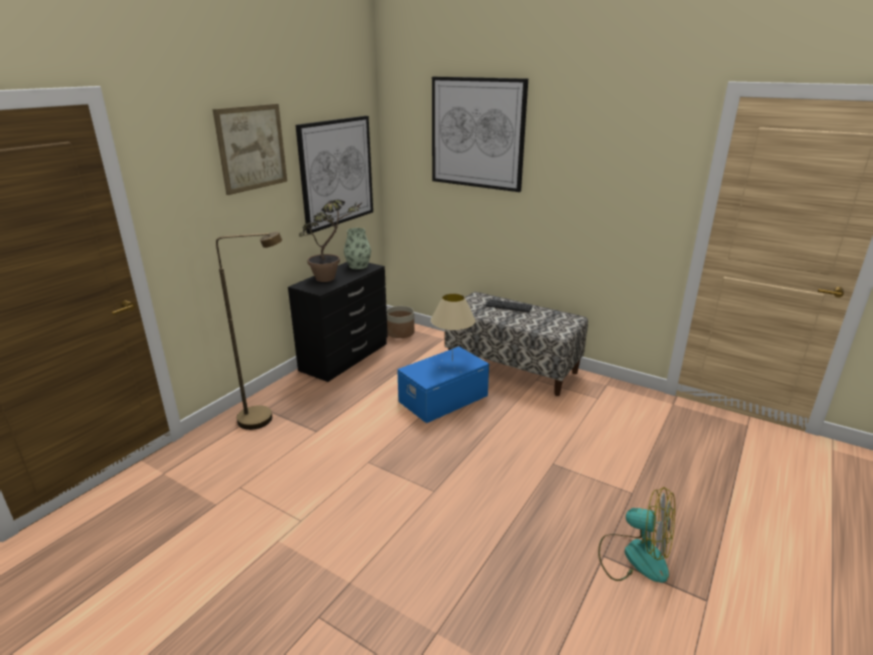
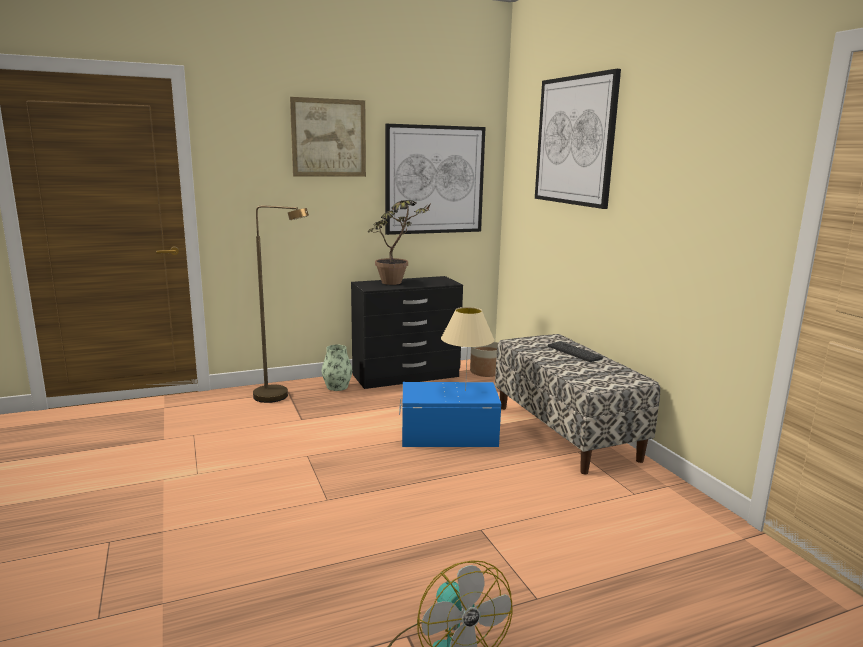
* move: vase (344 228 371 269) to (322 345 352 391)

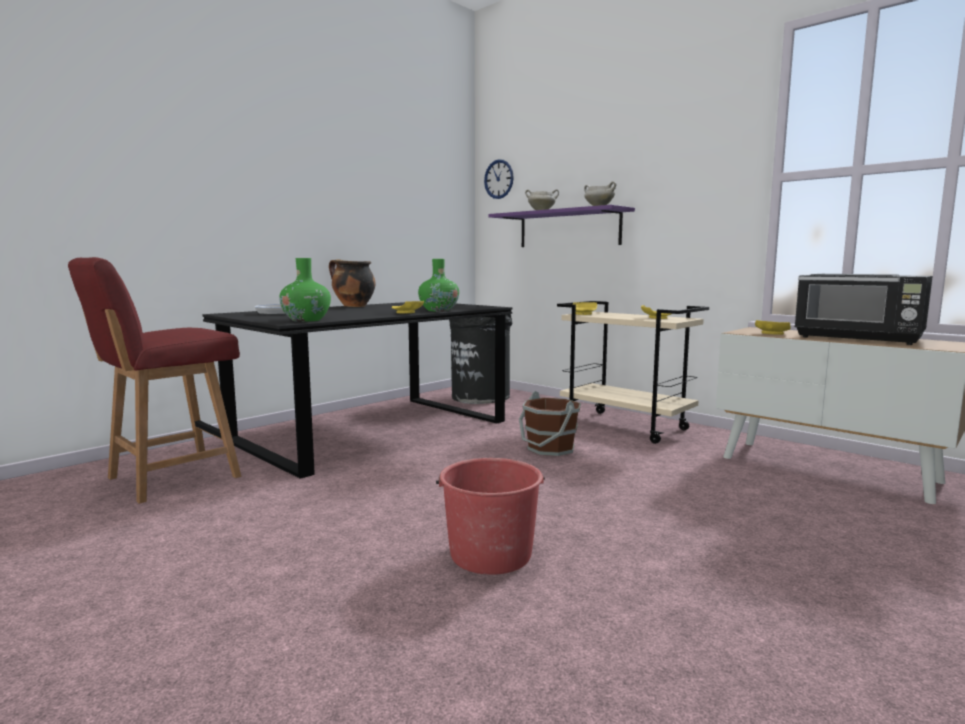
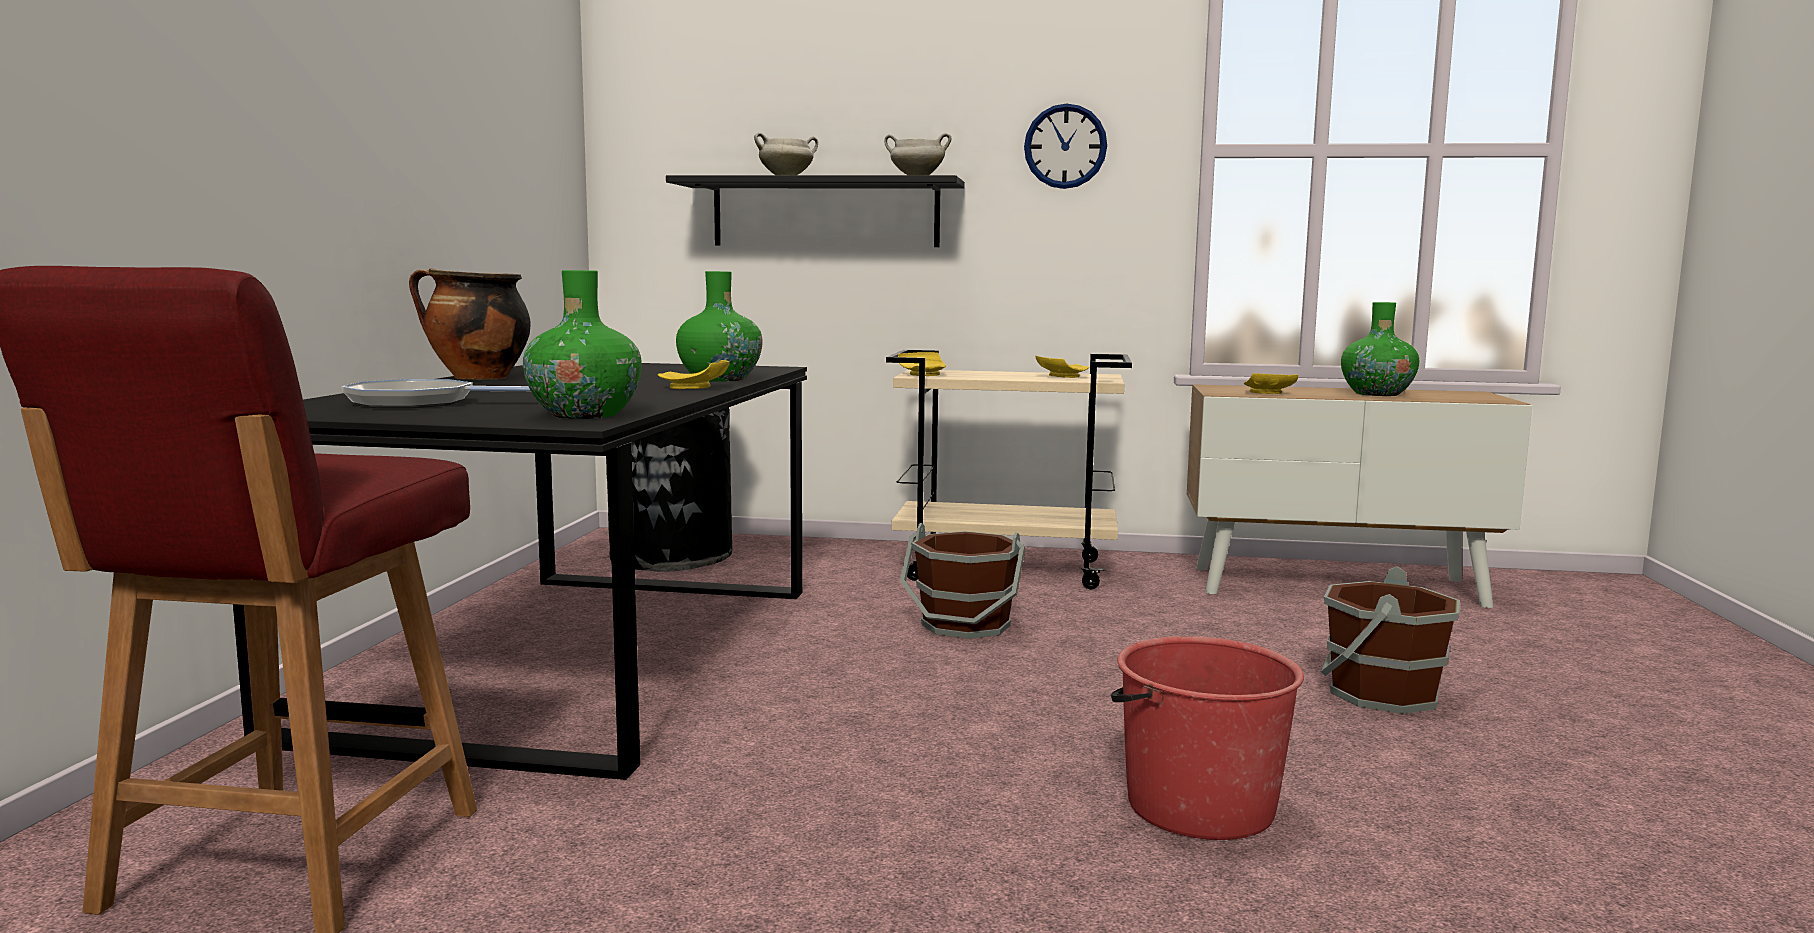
* insert: water bucket/brownish (1321 566 1460 714)
* move: hanging clock (484 159 514 199) to (1024 104 1107 189)
* replace: microwave oven/black-coloured (795 274 933 345) to vase/green-coloured (1341 302 1419 396)
* recolor: wall shelf/purple-coloured (488 205 635 247) to wall shelf/black-coloured (666 175 965 247)

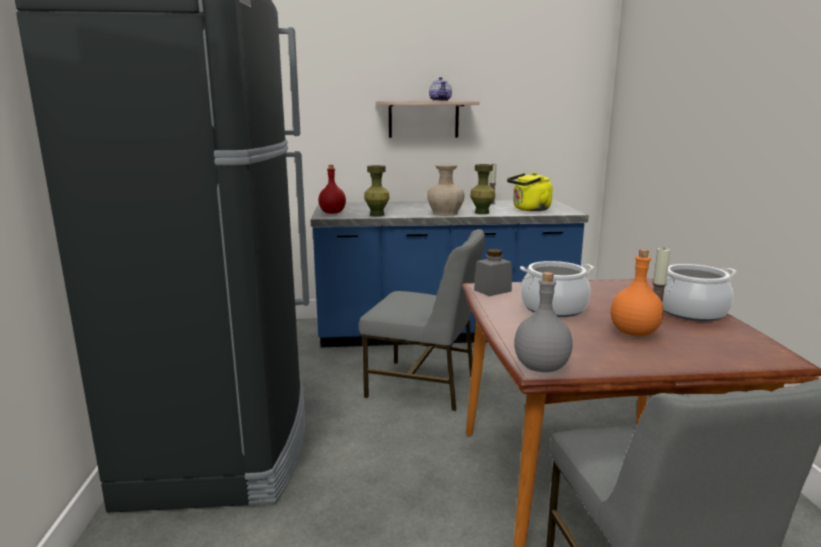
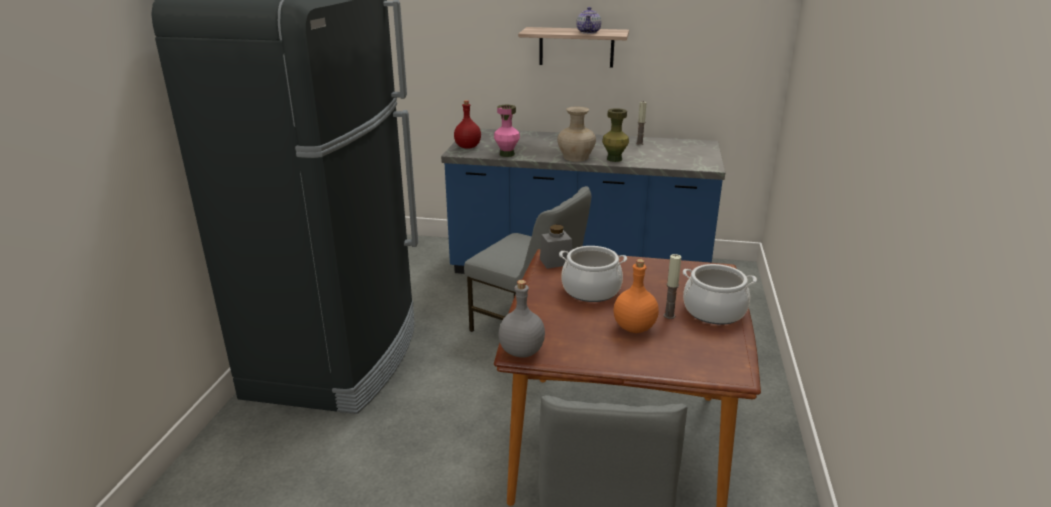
* delete: water kettle/yellowish (507 172 553 211)
* recolor: vase/green-coloured (364 165 390 217) to vase/pinkish (494 105 520 157)

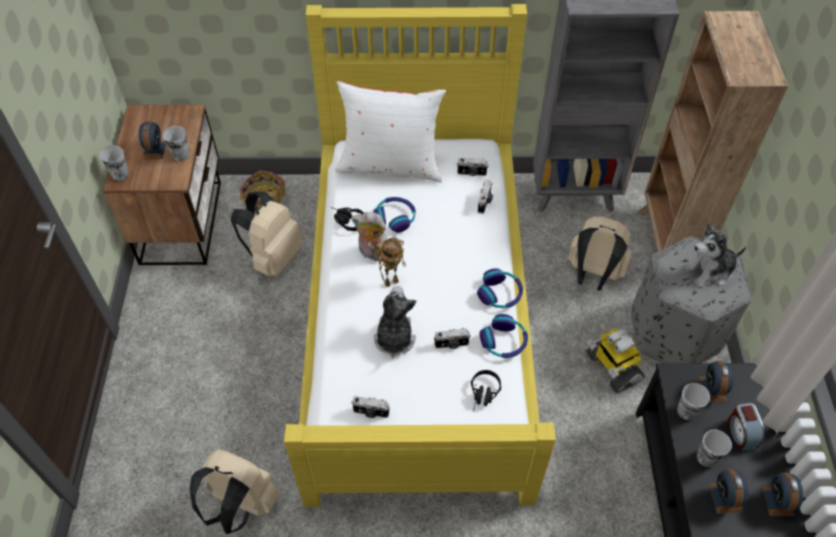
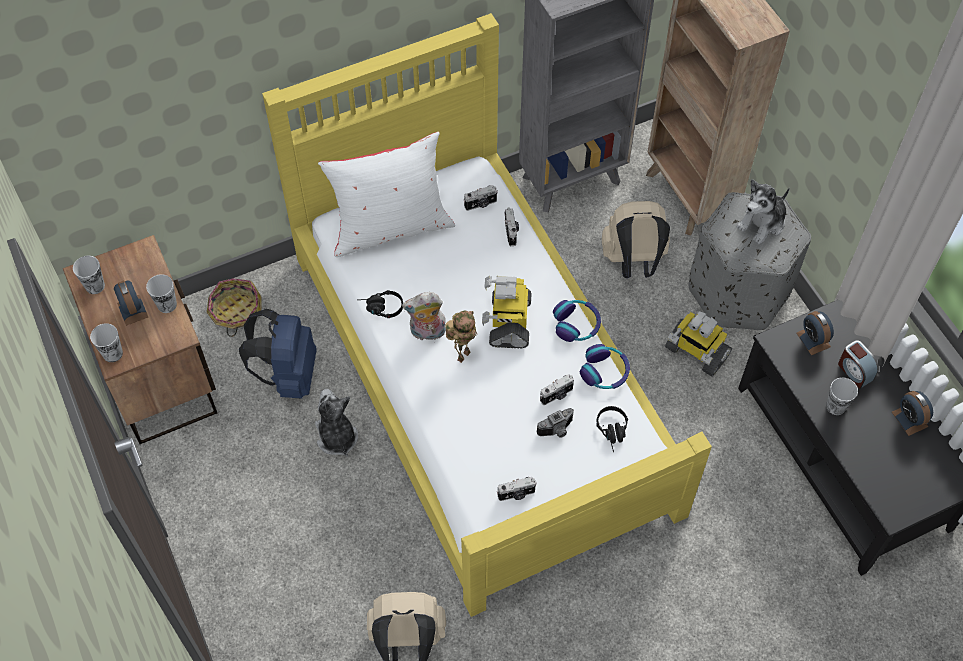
* delete: pair of headphones (373 197 416 233)
* delete: bedside clock (708 469 748 514)
* insert: toy robot (482 276 532 349)
* insert: still camera (537 408 574 438)
* move: plush toy (374 286 416 358) to (315 389 358 457)
* move: drinking cup (677 383 710 420) to (73 256 105 294)
* recolor: knapsack/beige (231 191 303 277) to knapsack/blue-coloured (239 309 317 399)

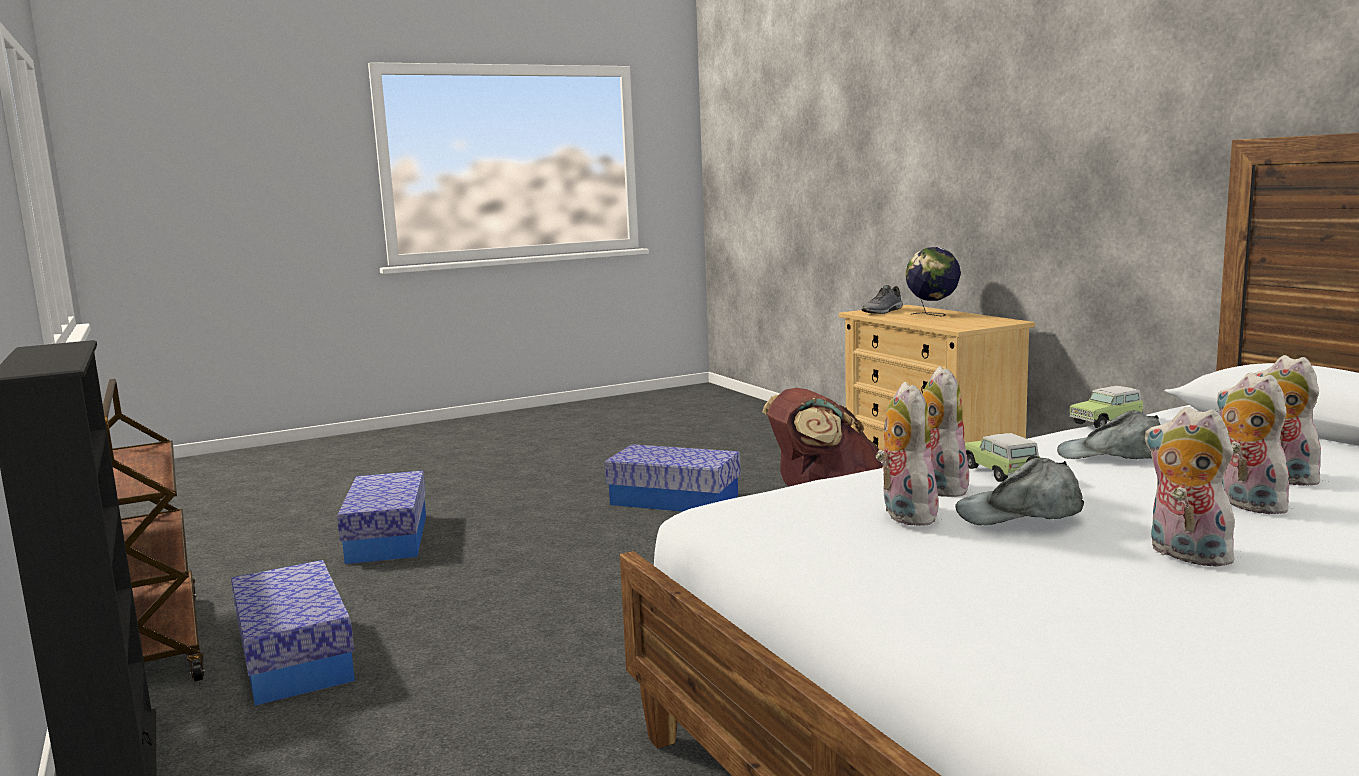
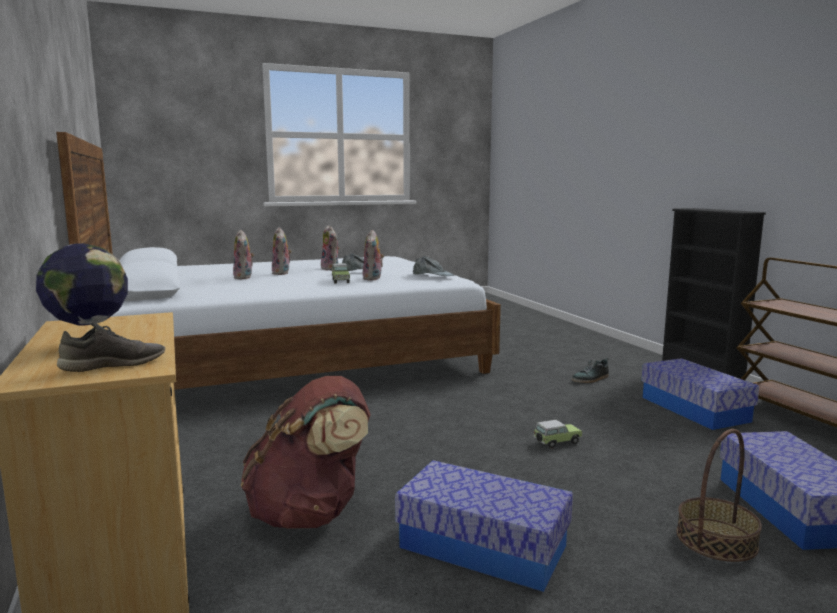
* delete: plush toy (876 382 938 526)
* insert: item of footwear (571 358 609 383)
* insert: basket (676 429 762 562)
* move: baseball cap/greyish (1057 411 1160 459) to (413 256 455 276)
* move: miniature car (1070 386 1144 428) to (533 420 582 448)

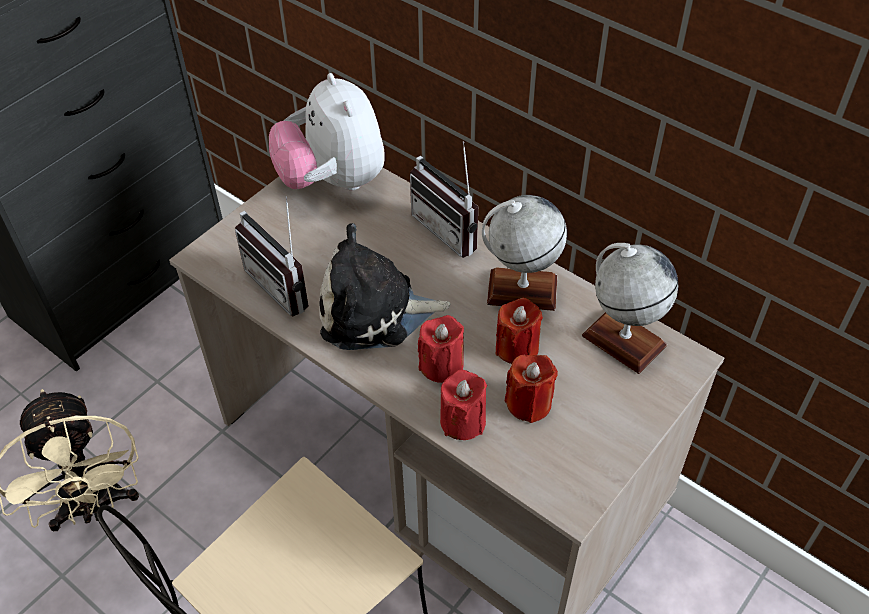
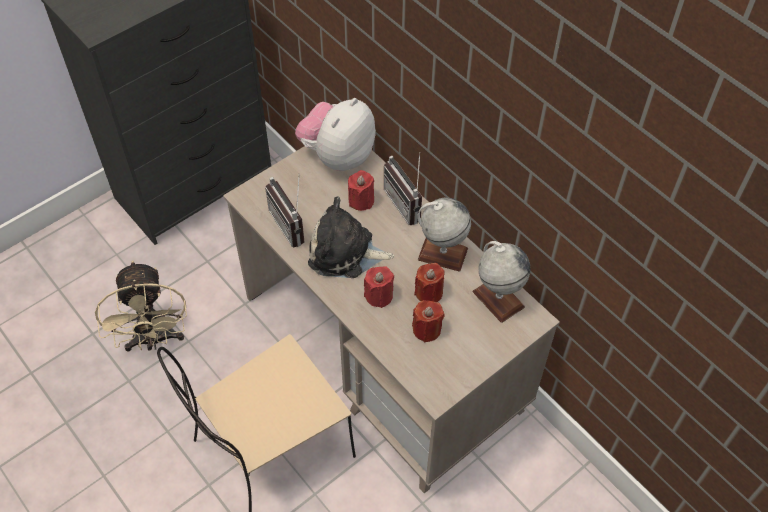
* move: wax candle/red (440 370 487 440) to (348 170 374 211)
* rotate: plush toy (269 73 385 190) = (295 98 376 171) 45 degrees clockwise

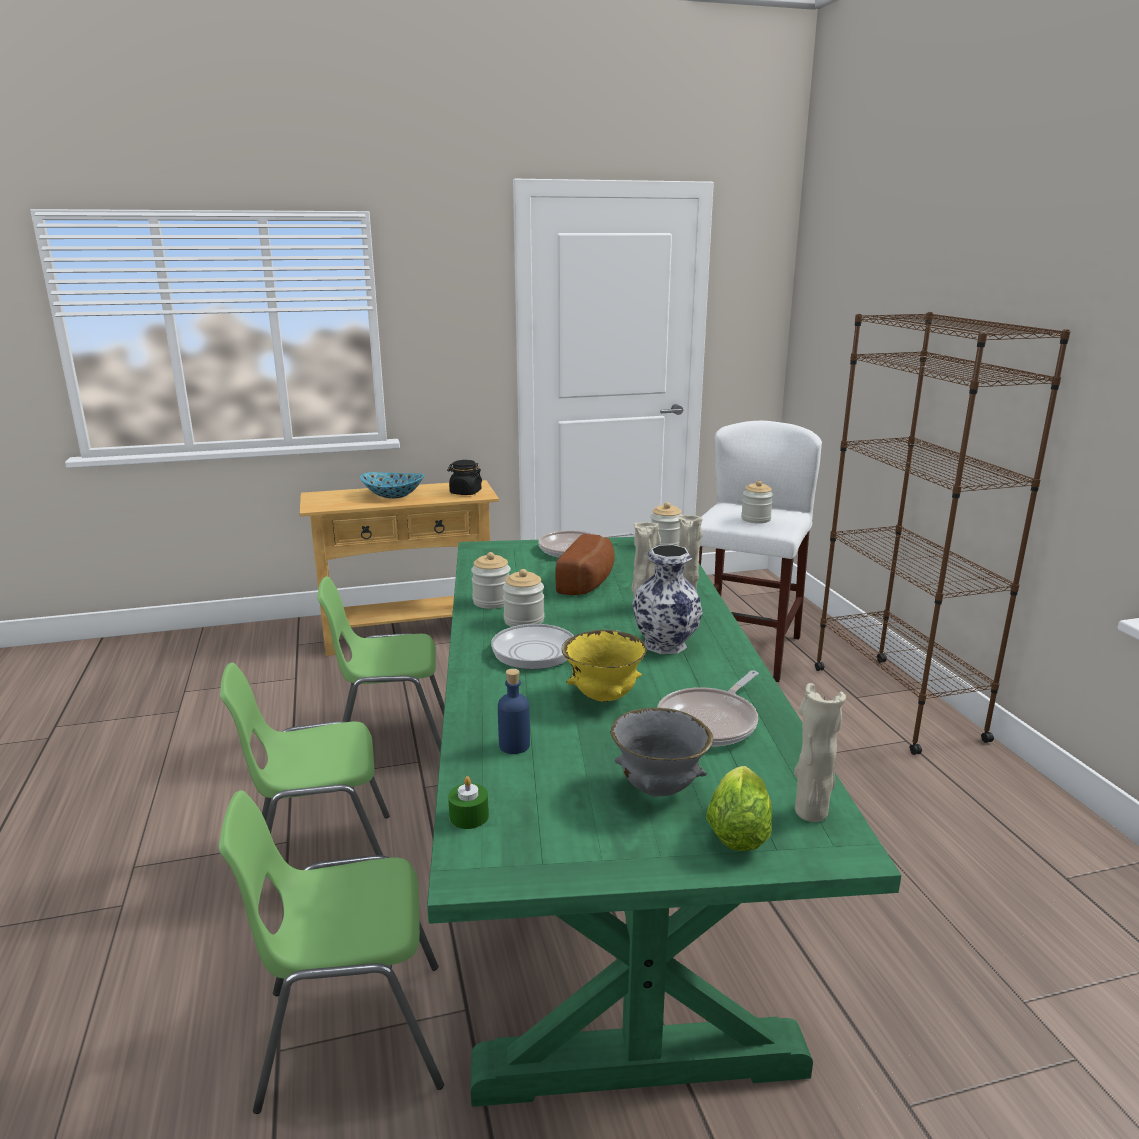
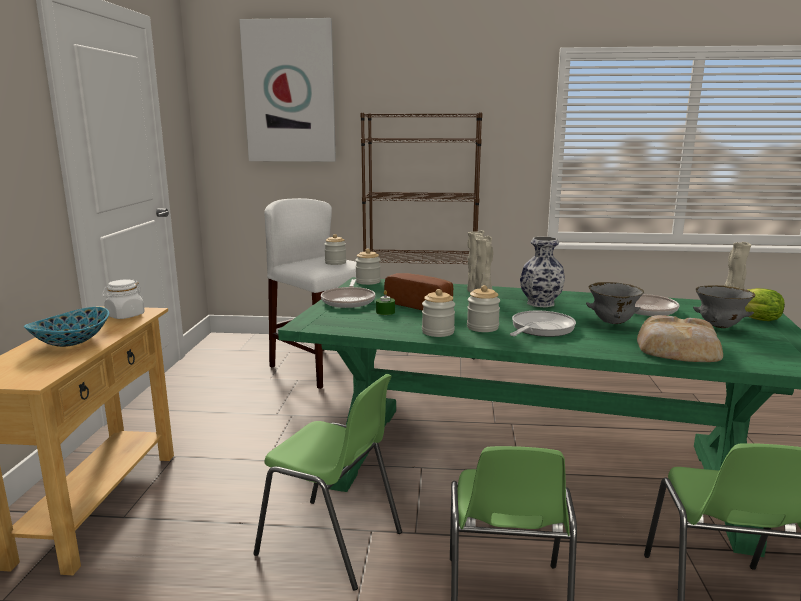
* insert: wall picture (239 18 336 162)
* move: wax candle/green-coloured (448 776 489 829) to (376 290 395 315)
* replace: bottle/blue-coloured (498 669 530 754) to baked bread (637 315 723 362)
* recolor: jar/black-coloured (447 460 482 495) to jar/whitish (102 279 145 319)
* recolor: deep dish/yellowish (561 630 647 702) to deep dish/greyish (586 282 644 324)
* rotate: plain chair/green-coloured (317 576 445 753) = (254 374 402 591) 75 degrees counterclockwise
* rotate: frying pan (491 624 617 669) = (510 311 576 337) 150 degrees counterclockwise

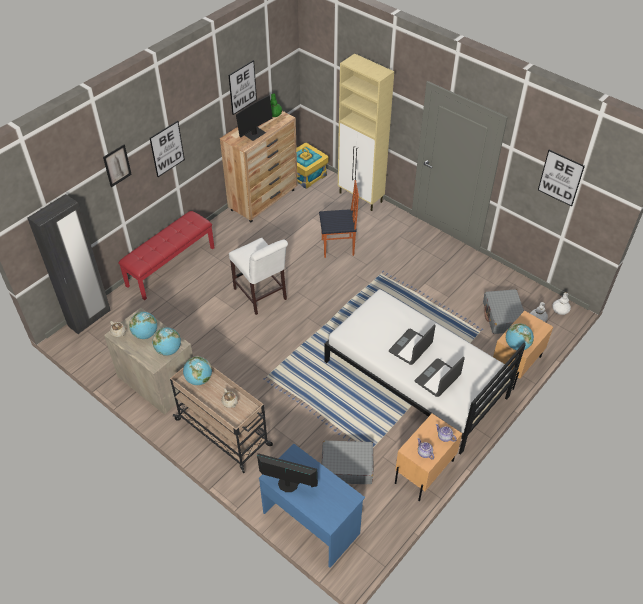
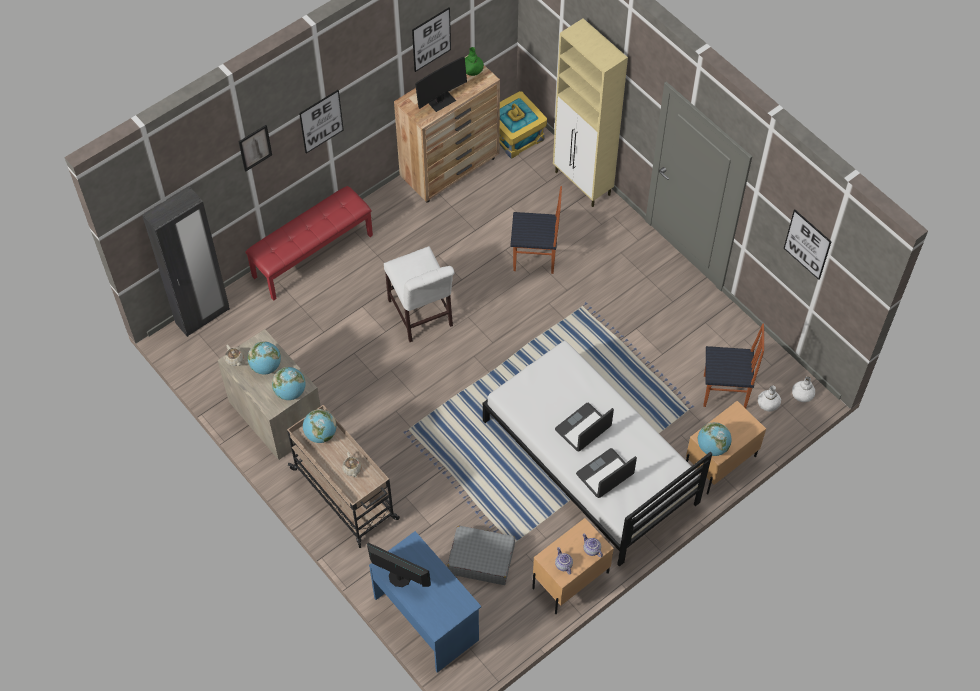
* replace: travel case/greyish (483 289 524 334) to plain chair (703 324 764 409)

